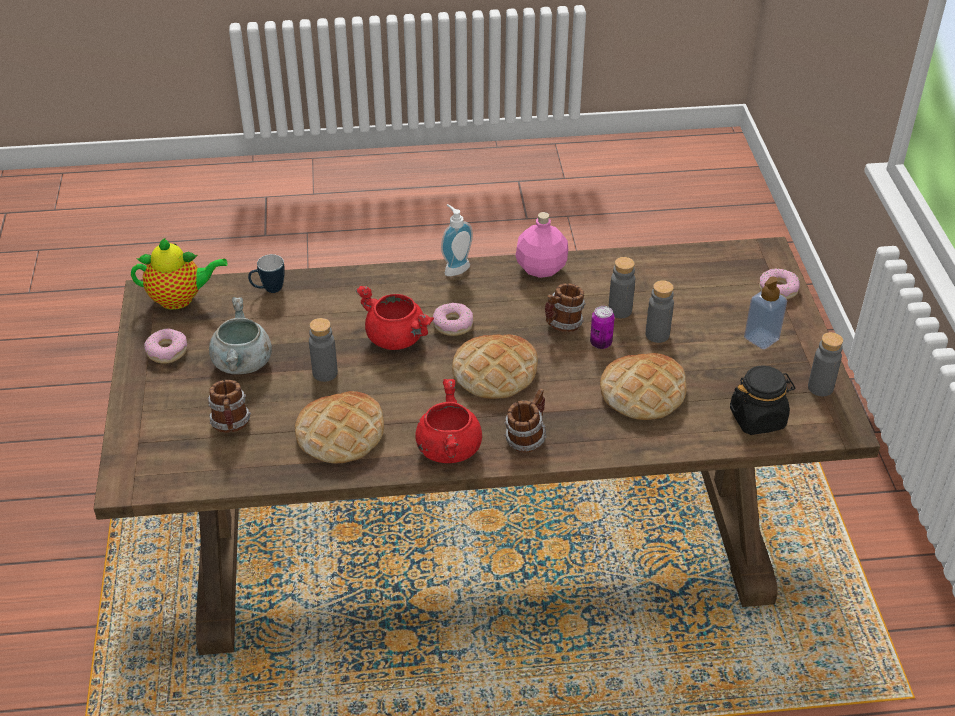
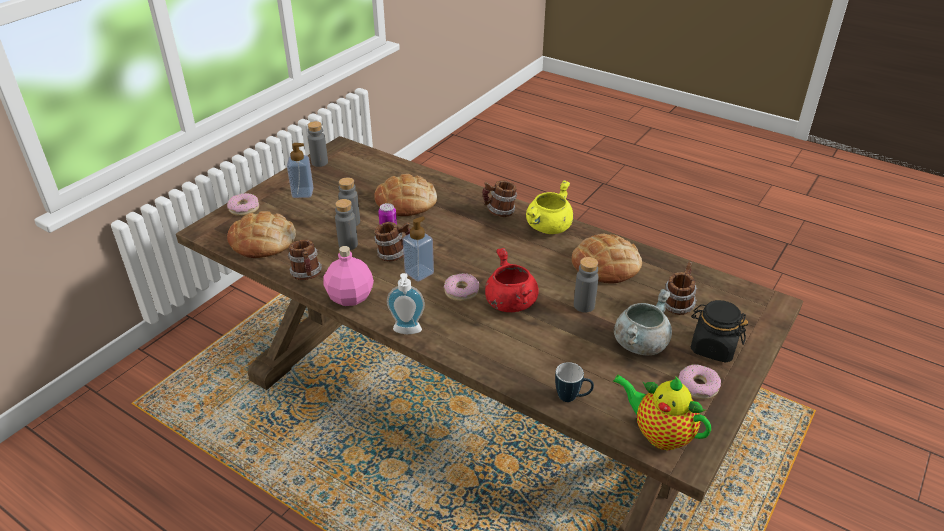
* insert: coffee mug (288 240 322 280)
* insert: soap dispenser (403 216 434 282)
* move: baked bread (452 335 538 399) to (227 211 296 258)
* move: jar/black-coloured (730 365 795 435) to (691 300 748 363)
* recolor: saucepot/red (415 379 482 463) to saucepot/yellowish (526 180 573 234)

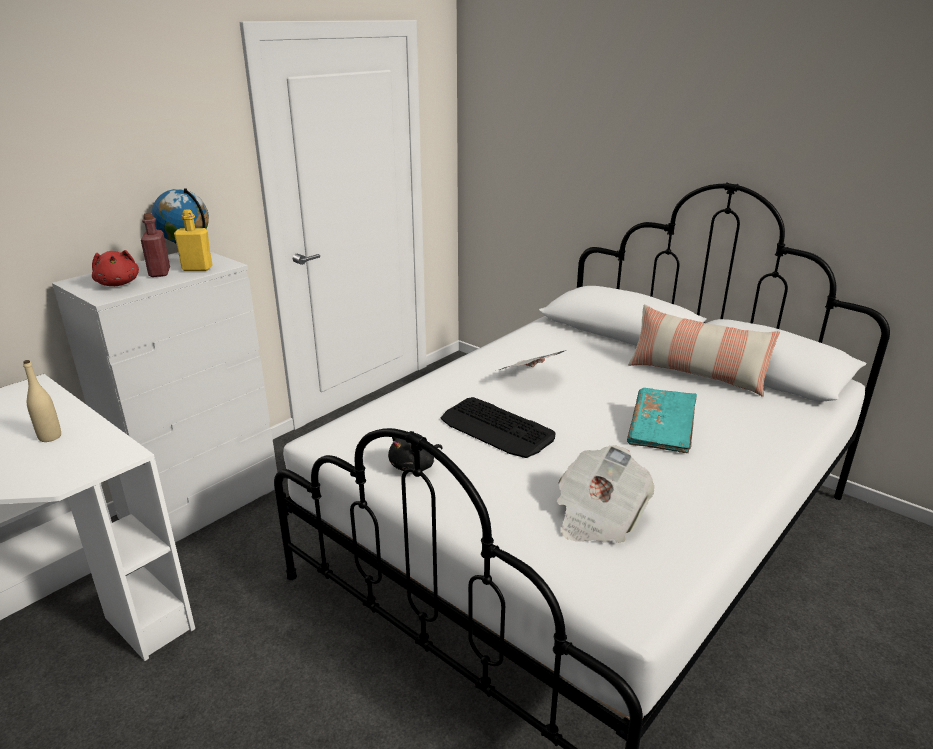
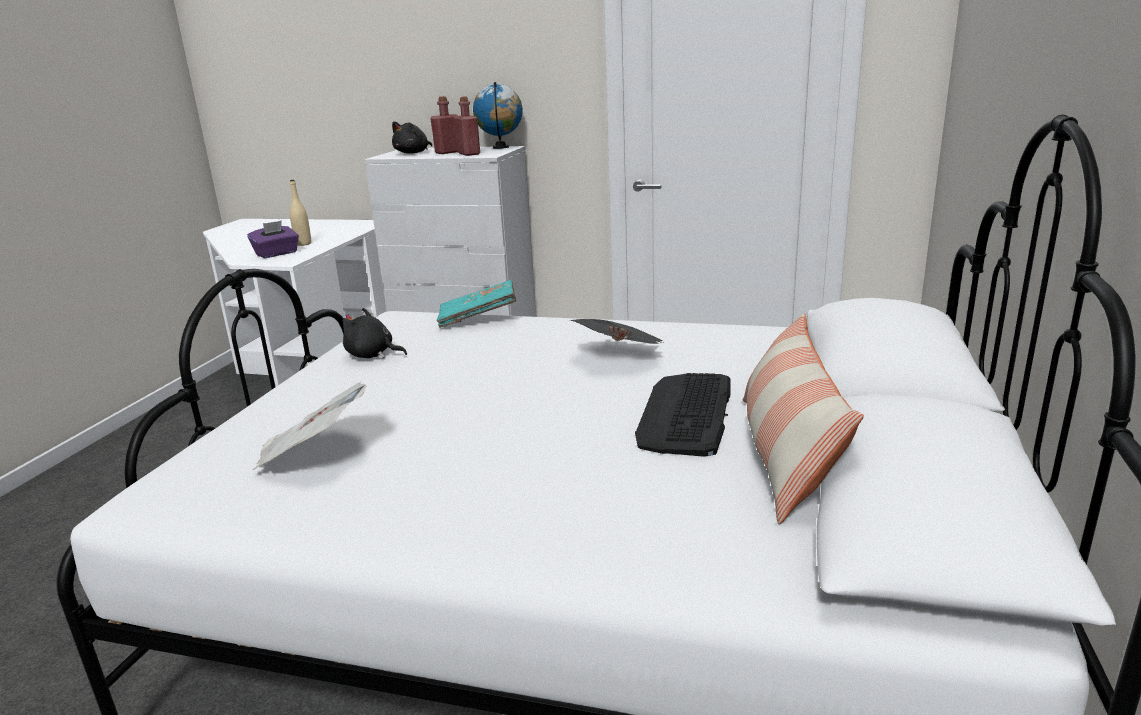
* insert: tissue holder/purple-coloured (247 220 299 258)
* move: PC keyboard (441 397 555 458) to (635 373 730 457)
* move: bound book/blue-green (627 388 697 453) to (437 280 517 328)
* recolor: plush toy/red (92 250 139 286) to plush toy/black-coloured (392 121 432 154)
* recolor: bottle/yellowish (174 209 212 271) to bottle/red (454 96 480 156)

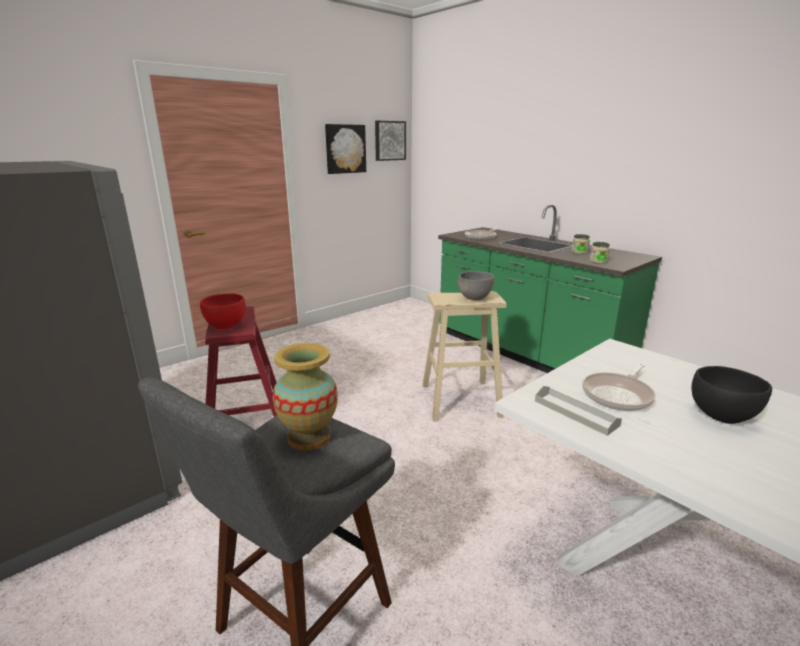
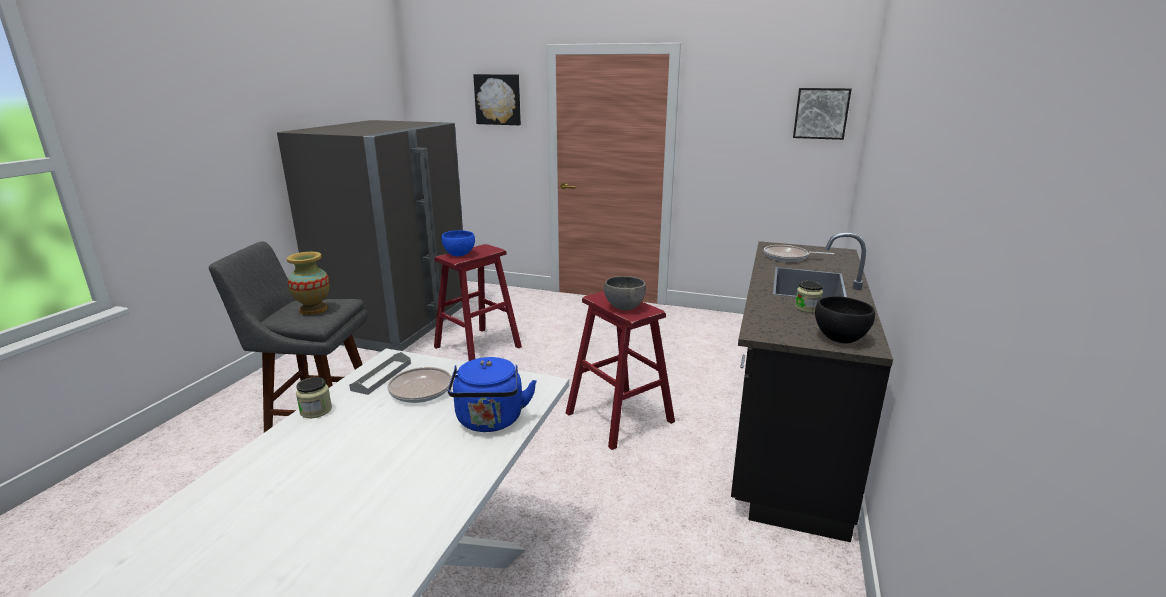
* insert: water kettle/blue-coloured (448 357 537 432)
* move: wall picture (325 124 366 174) to (473 74 521 125)
* move: jar (589 242 610 264) to (296 377 332 418)
* move: deep dish/black-coloured (692 366 772 424) to (815 296 875 343)
* recolor: deep dish/red (200 293 246 329) to deep dish/blue-coloured (442 230 475 256)
* recolor: stool/beige (422 291 507 422) to stool/red (566 291 675 450)
* recolor: kitchen counter/green-coloured (438 204 662 373) to kitchen counter/black-coloured (731 232 893 542)

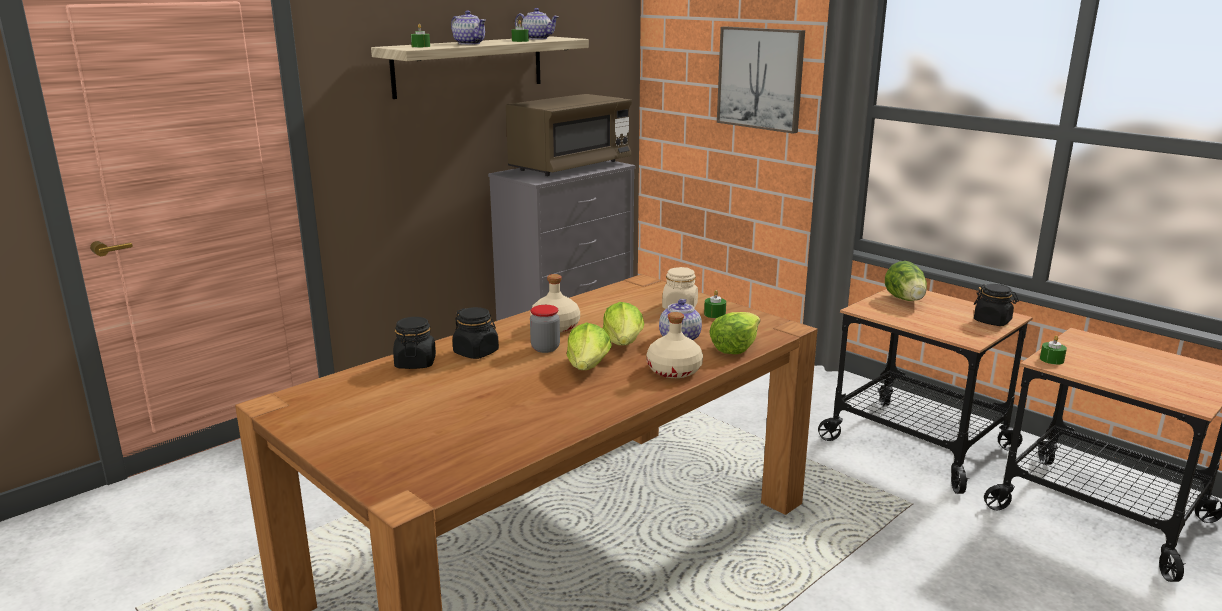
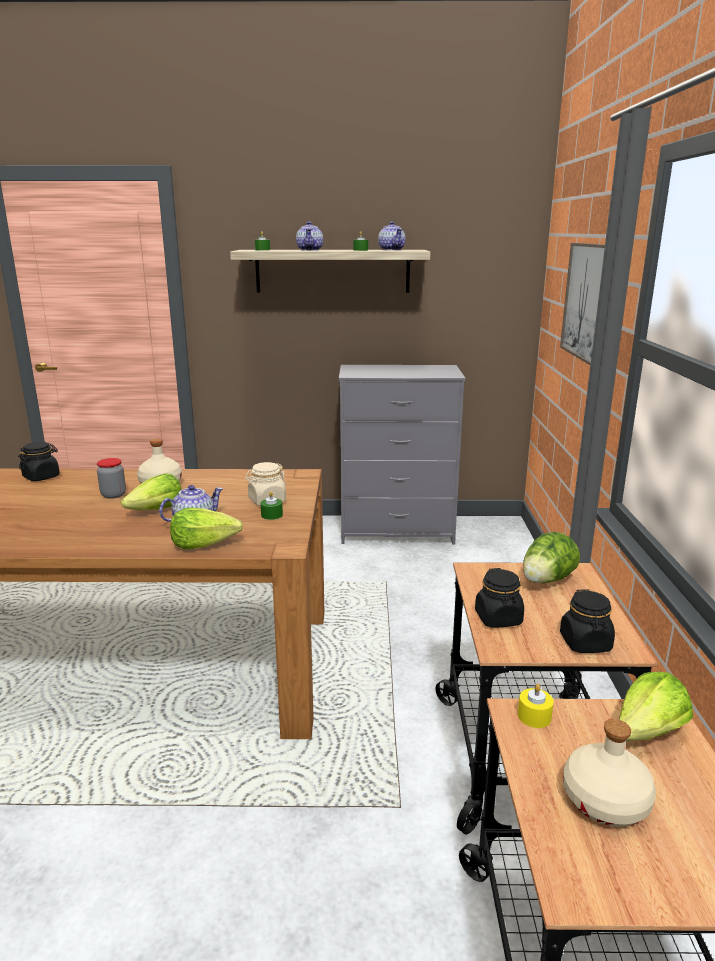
* delete: microwave oven/brownish (506 94 632 176)
* move: jar/black-coloured (452 307 499 359) to (475 568 524 628)
* move: lettuce (567 323 612 370) to (619 672 693 741)
* move: bottle/beige (647 312 703 378) to (563 719 656 827)
* recolor: wax candle/green-coloured (1040 335 1067 365) to wax candle/yellowish (518 684 554 728)

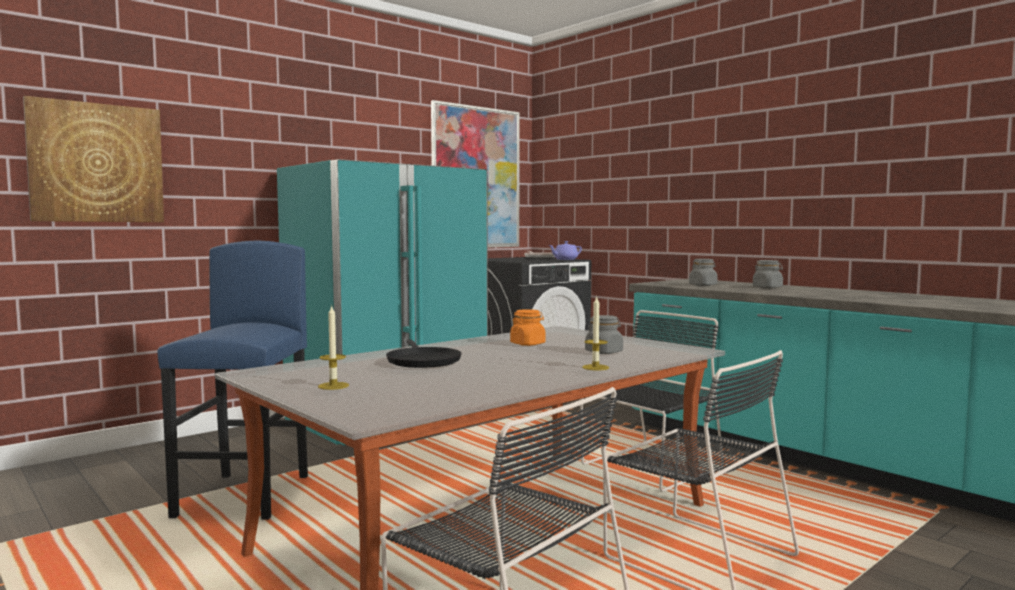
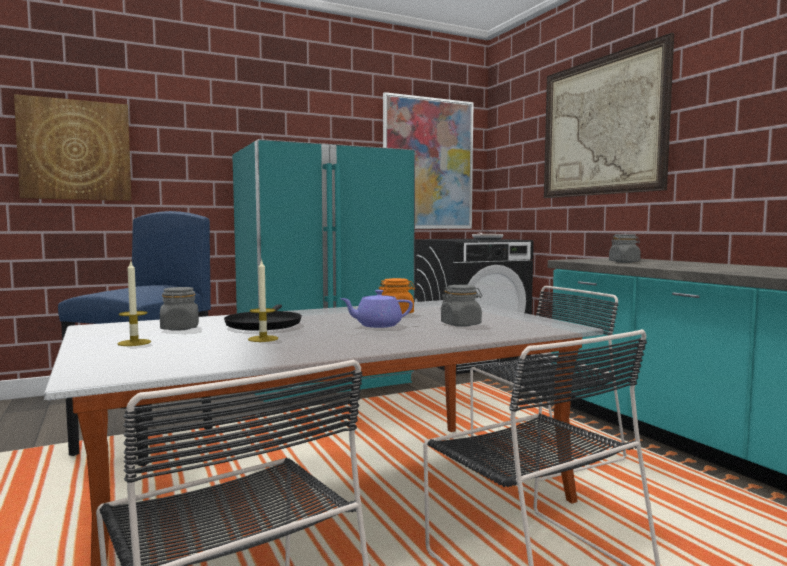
* insert: wall picture (544 33 674 198)
* move: tea pot/purple-coloured (549 241 582 260) to (340 290 413 328)
* move: wax candle (582 295 609 371) to (248 259 278 342)
* move: jar/greyish (753 260 783 288) to (160 287 199 331)

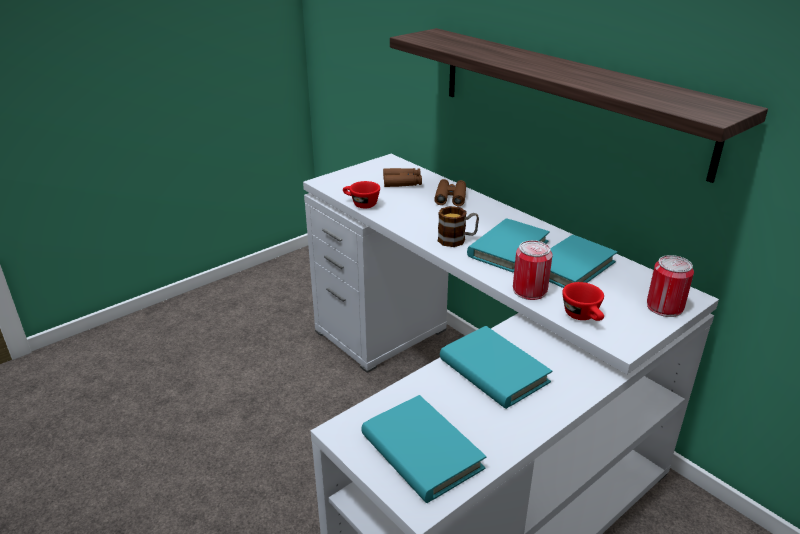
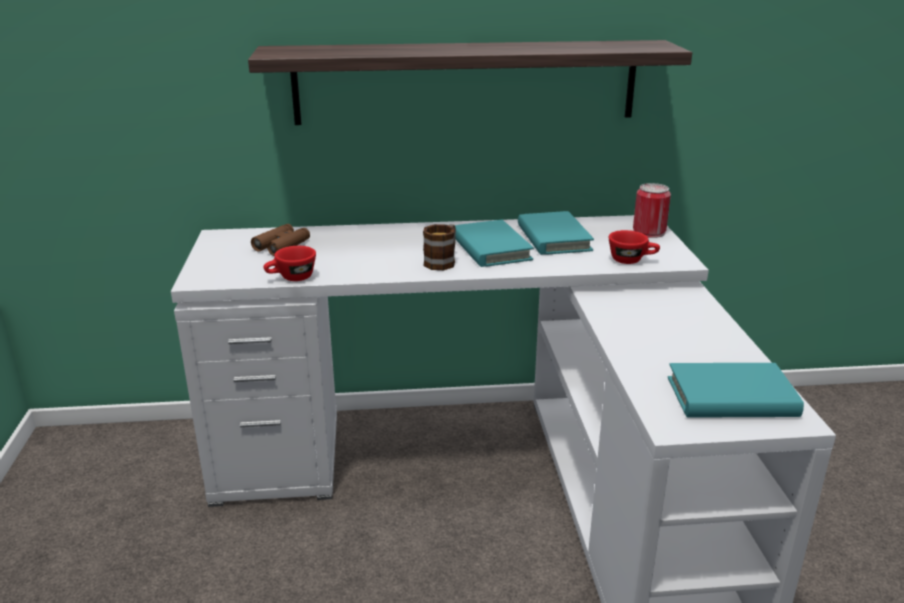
* delete: binoculars/brownish (434 179 466 206)
* delete: bound book/blue-green (440 326 552 409)
* delete: sealed can (513 240 552 300)

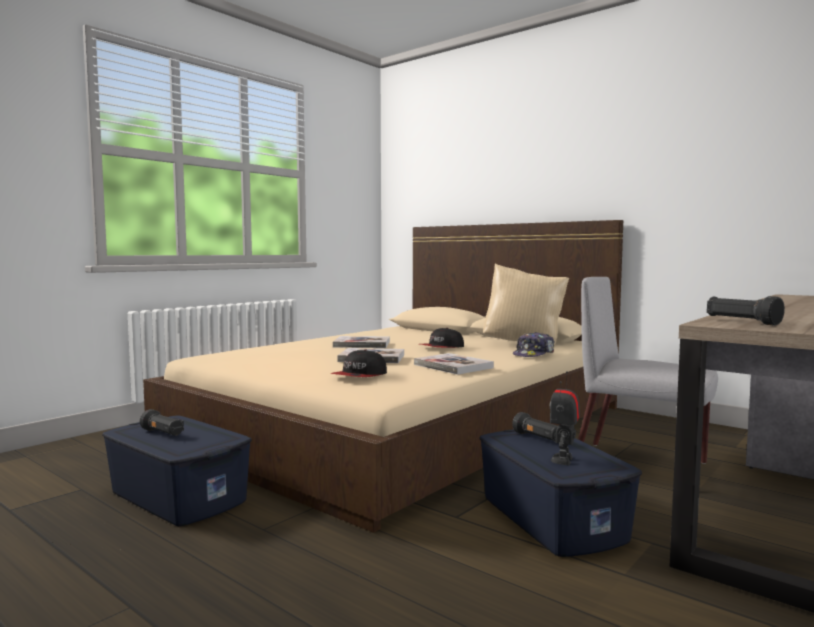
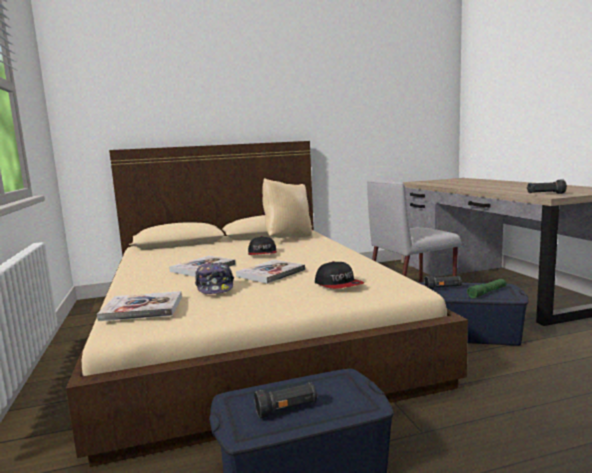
* move: bound book (414 353 494 375) to (97 291 182 321)
* move: baseball cap (513 332 554 357) to (195 262 234 294)
* replace: toy robot (550 371 580 465) to hand torch/green-coloured (467 279 506 298)

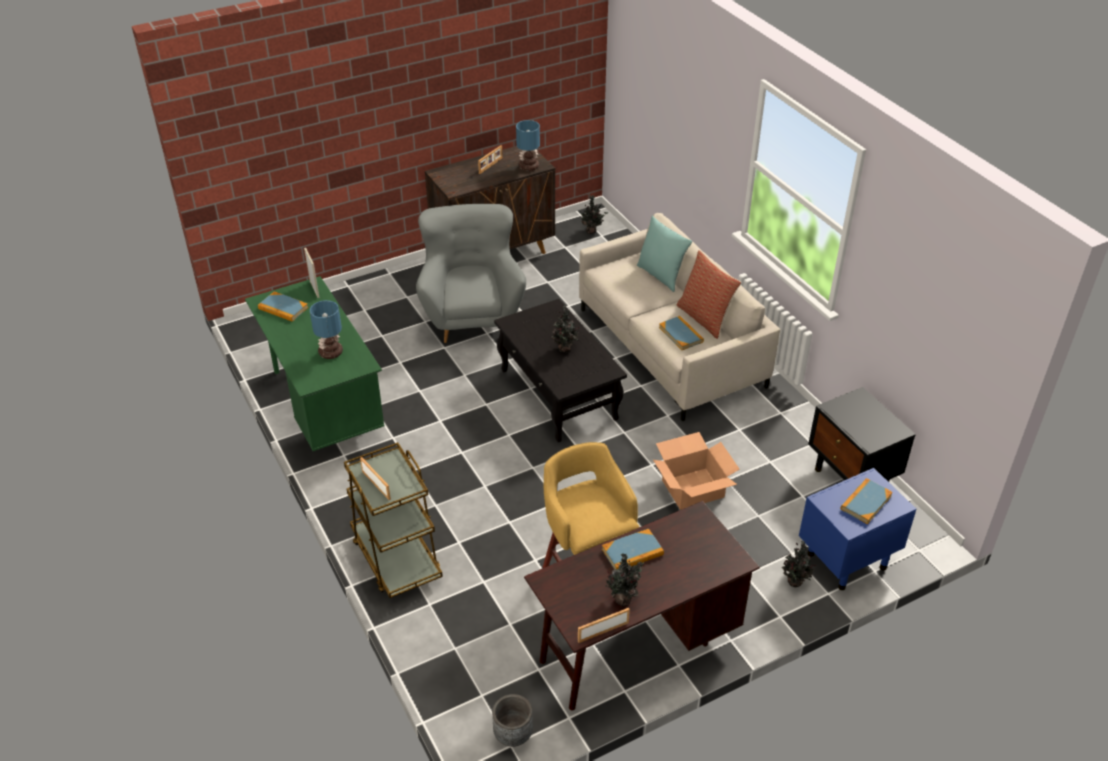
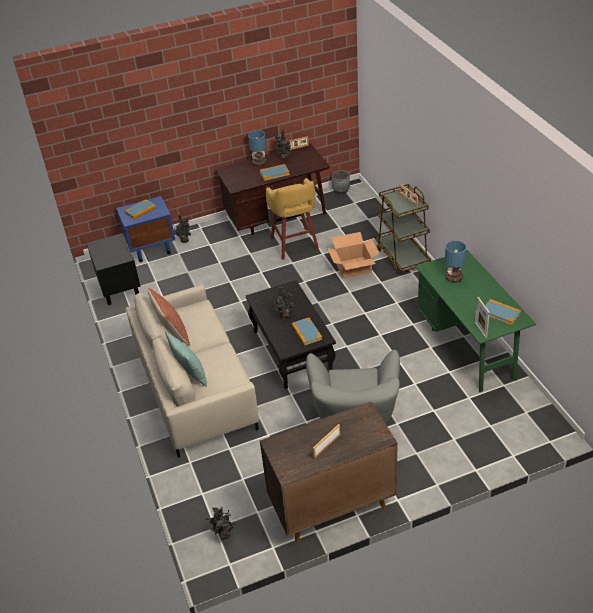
* move: tabletop lamp (516 120 540 171) to (248 130 266 166)
* move: packing box (653 432 739 510) to (327 232 379 279)
* move: bound book (659 316 704 350) to (292 317 322 346)

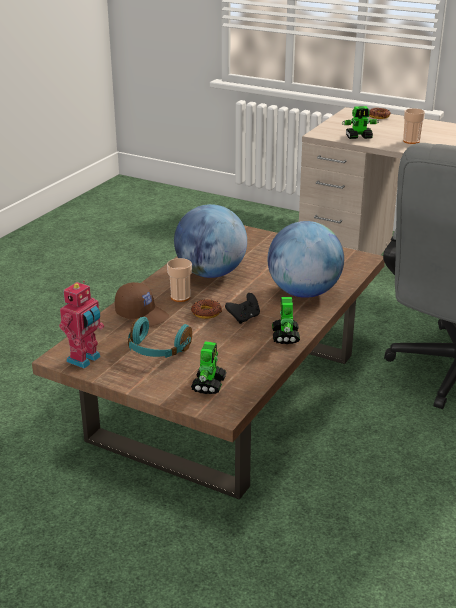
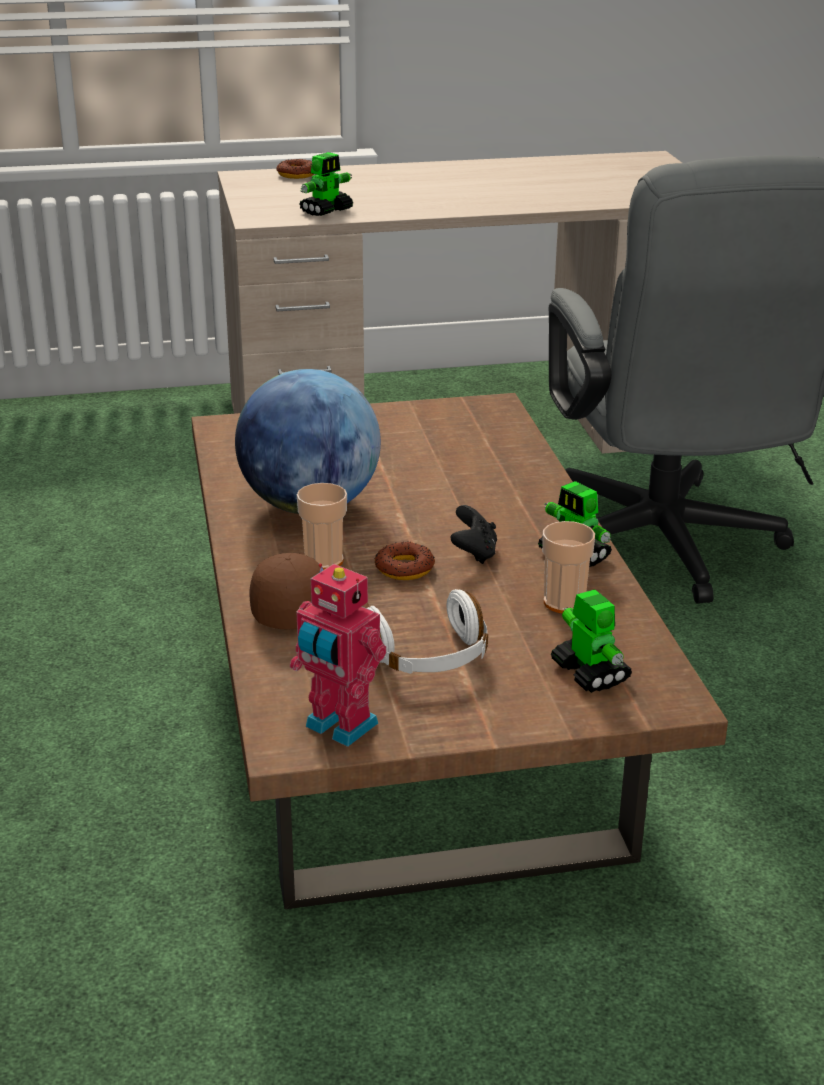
* delete: desk globe (267 221 344 298)
* move: drinking cup (403 108 425 144) to (542 521 595 613)
* recolor: pair of headphones/blue-green (128 317 192 358) to pair of headphones/whitish (367 589 488 674)
* rotate: toy robot (59 281 104 369) = (290 563 386 747) 135 degrees clockwise

